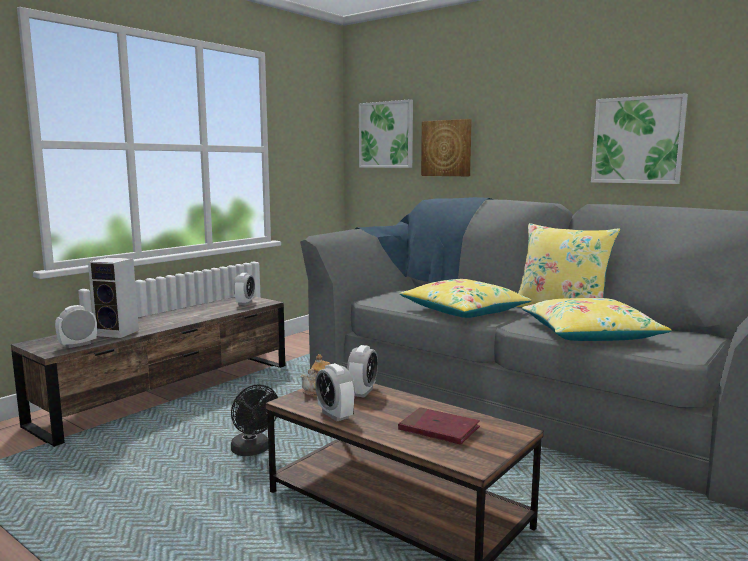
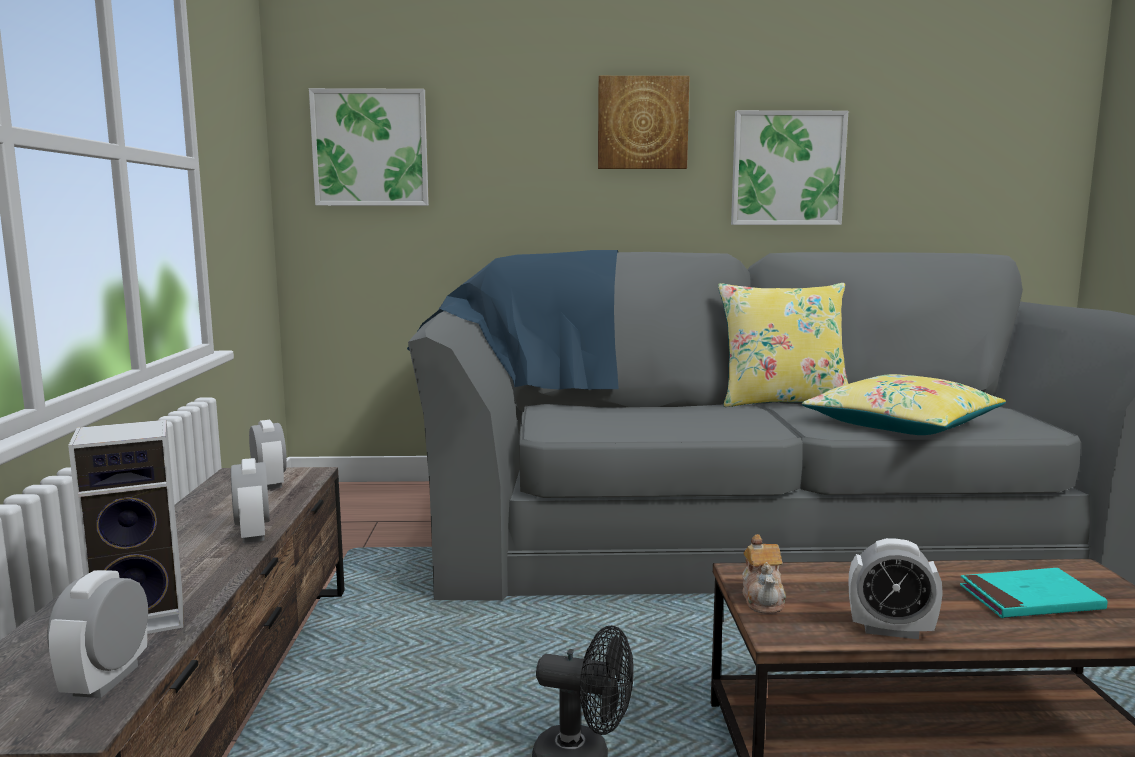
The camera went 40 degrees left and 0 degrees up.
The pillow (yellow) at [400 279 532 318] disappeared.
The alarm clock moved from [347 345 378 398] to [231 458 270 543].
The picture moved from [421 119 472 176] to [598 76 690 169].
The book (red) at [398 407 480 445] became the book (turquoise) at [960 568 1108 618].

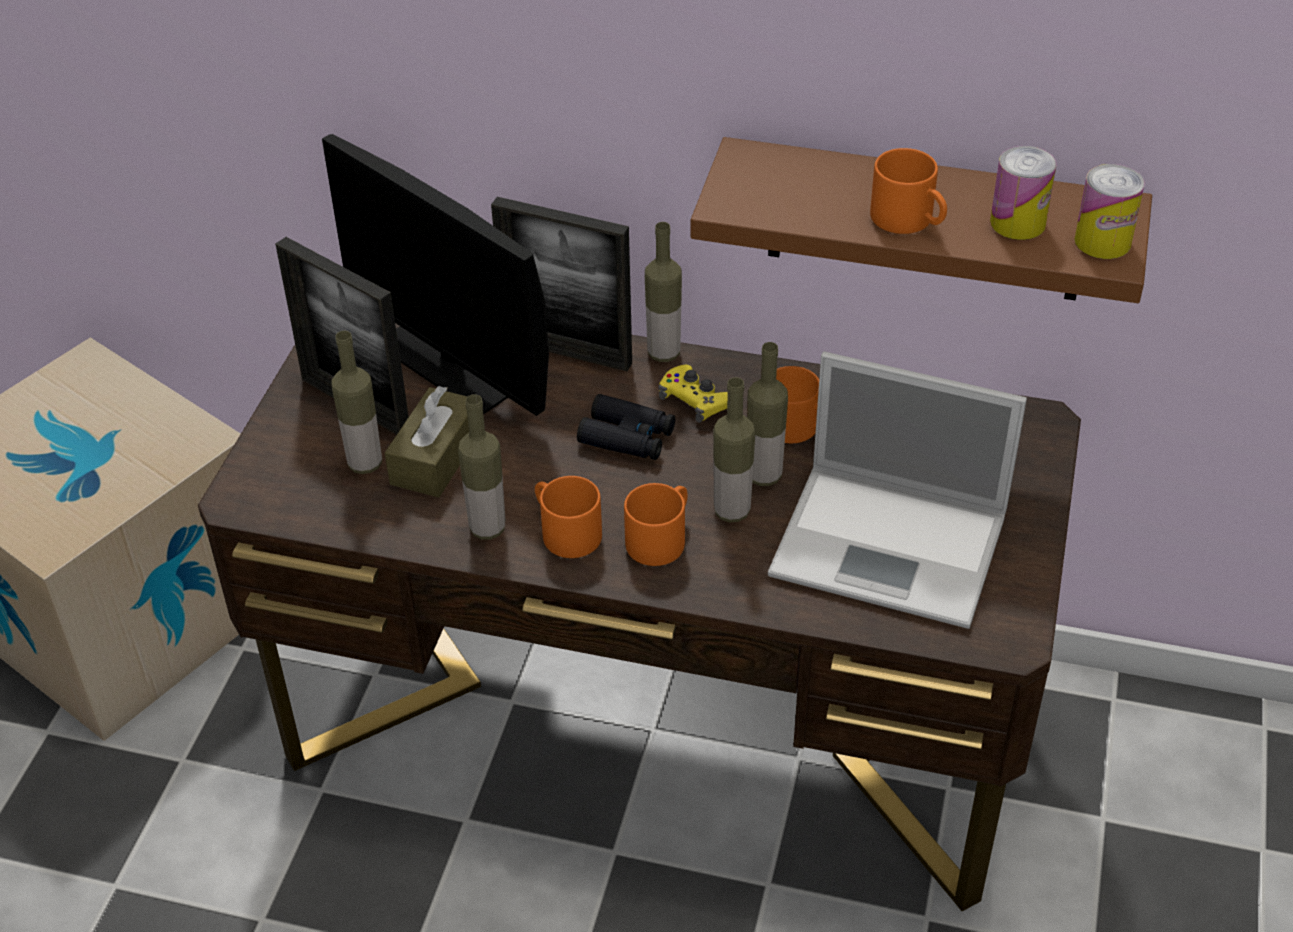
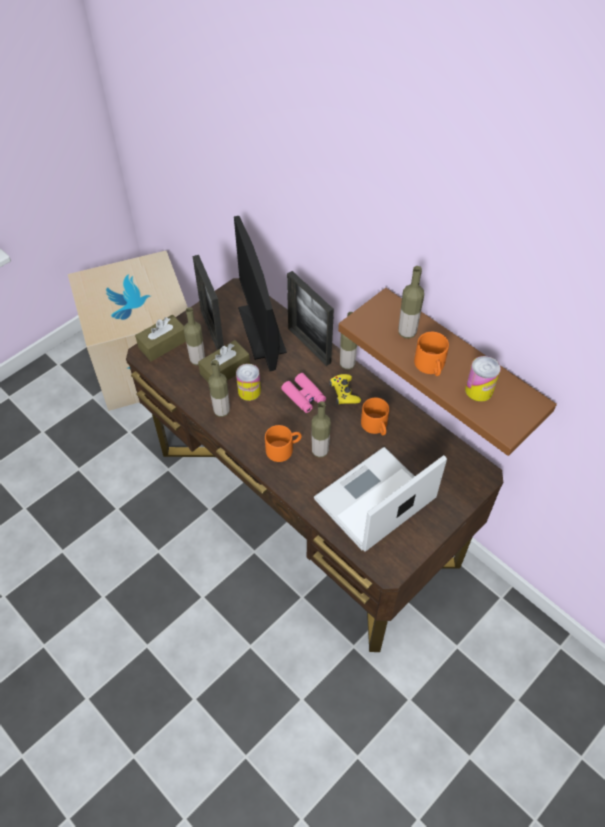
The camera went 30 degrees right and 10 degrees up.
The mug (orange) at [535 476 602 558] disappeared.
The tissue box (brown) at [135 315 186 361] appeared.
The bottle moved from [747 342 788 486] to [398 266 424 339].
The can moved from [1074 164 1145 259] to [236 364 261 401].
The binoculars (black) at [577 394 675 460] became the binoculars (pink) at [281 373 326 413].
The laptop at [768 352 1027 629] turned 90 degrees clockwise.

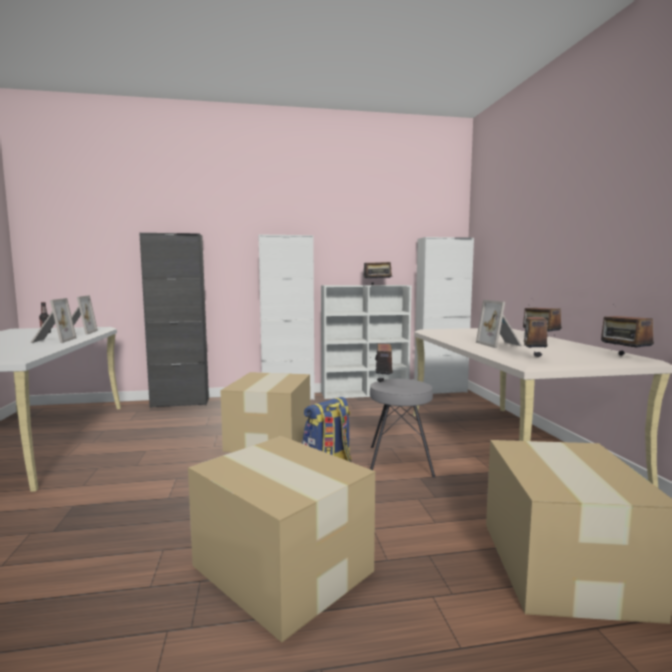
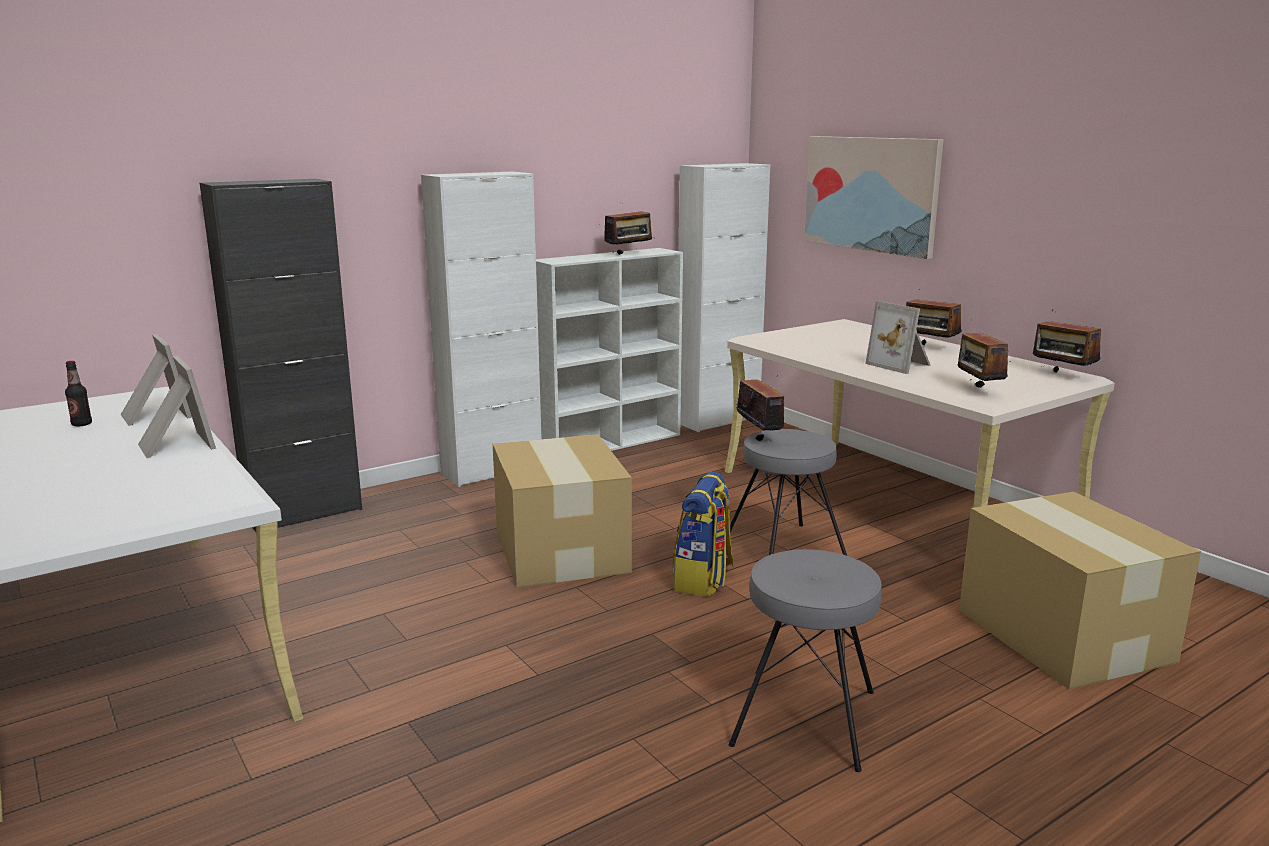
The camera went 25 degrees left and 10 degrees up.
The picture at [804 136 943 259] appeared.
The cardboard box at [188 436 375 643] was replaced by the stool (grey) at [729 549 882 772].

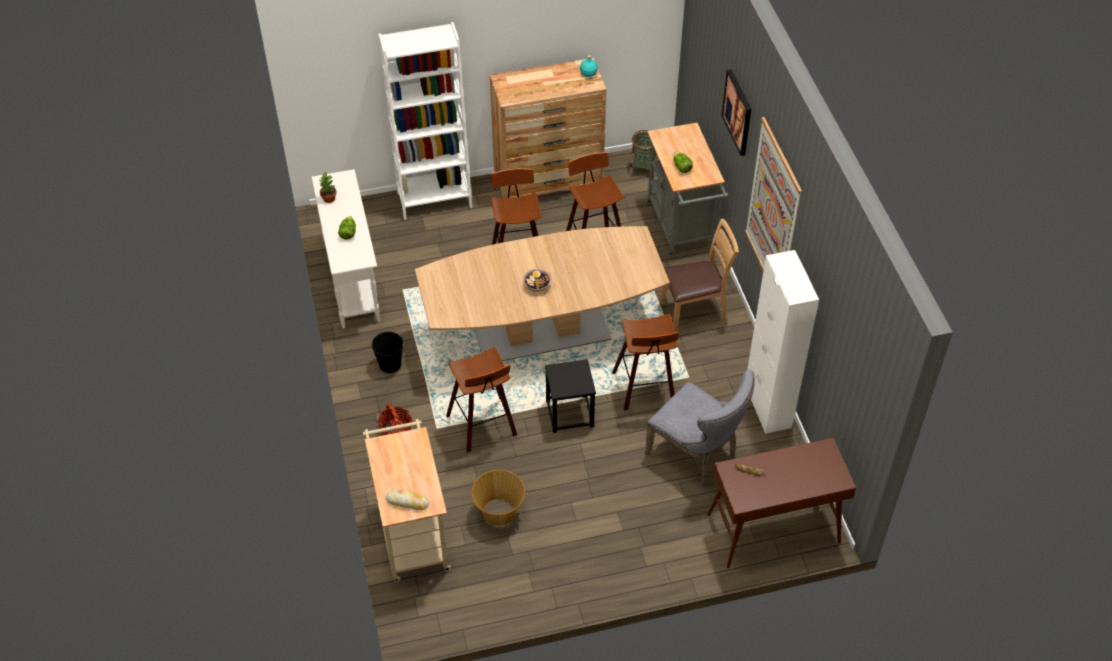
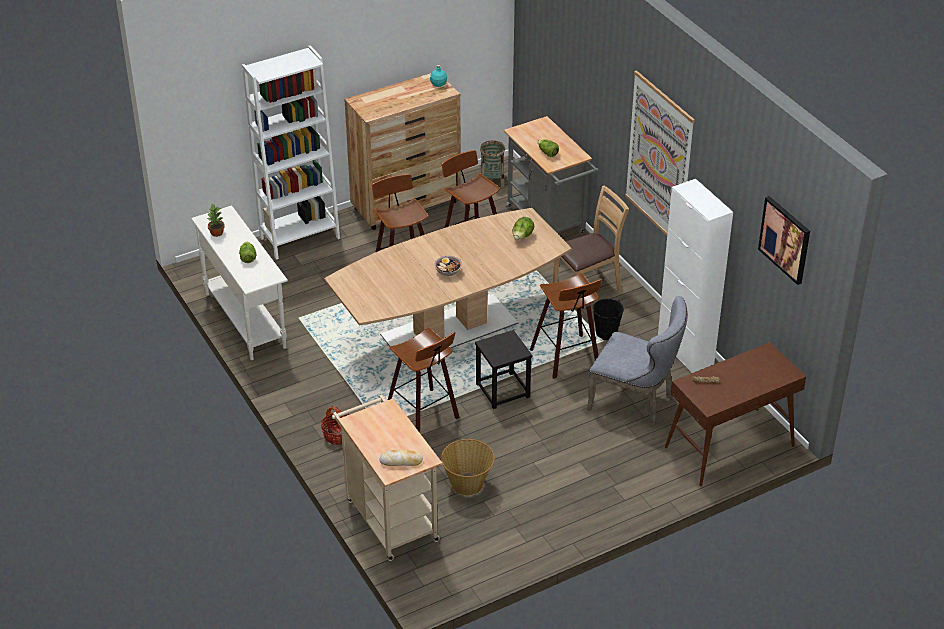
The camera went 15 degrees left and 10 degrees down.
The lettuce at [512 217 534 240] appeared.
The bucket (black) moved from [372 332 403 373] to [593 299 624 340].
The picture moved from [722 69 751 156] to [758 196 810 285].

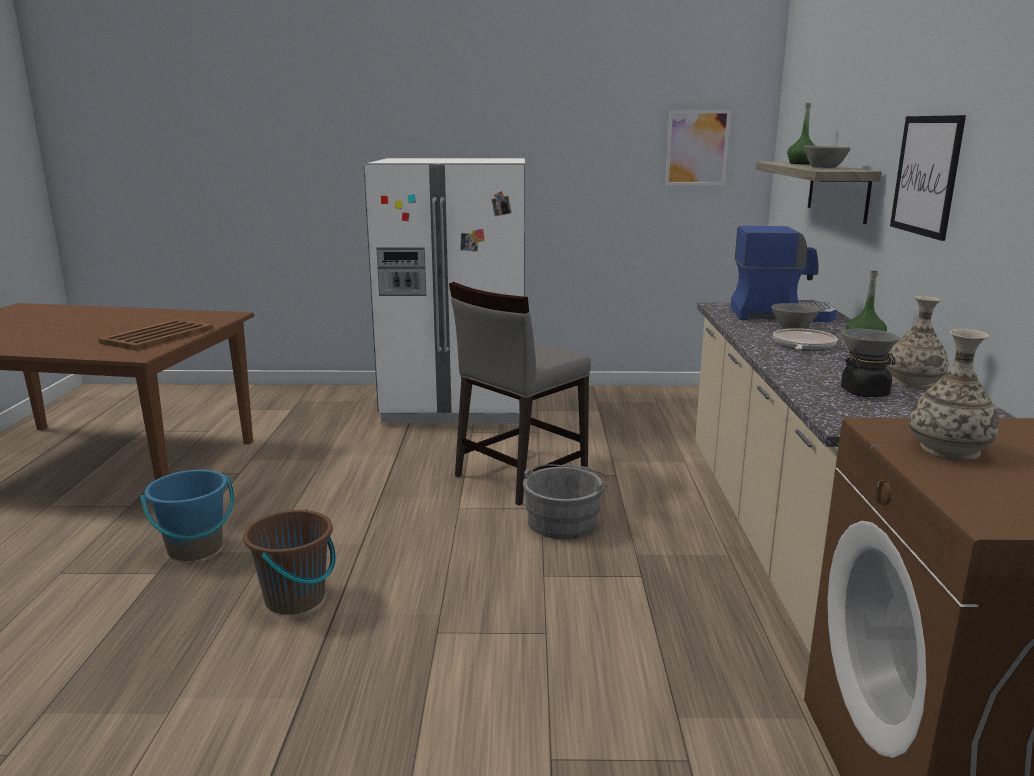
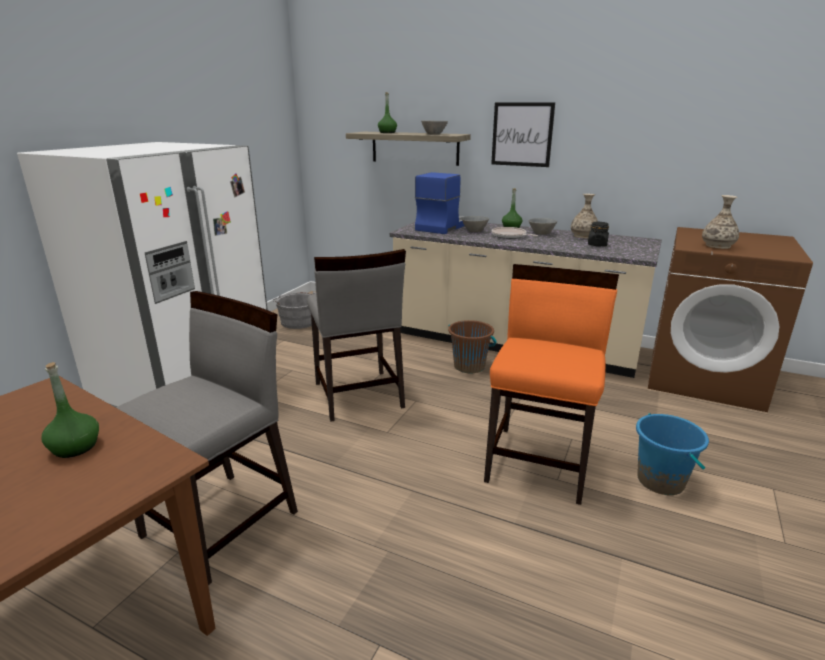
The camera went 65 degrees left and 5 degrees up.
The picture at [665 110 731 185] disappeared.
The chair (grey) at [116 291 298 585] appeared.
The chair (orange) at [484 264 619 505] appeared.
The bucket (blue) moved from [140 470 234 561] to [636 413 709 495].
The bucket (brown) moved from [243 509 336 615] to [448 320 496 373].
The bucket (grey) moved from [523 463 607 539] to [272 292 316 329].
The tray (brown) at [99 319 213 351] was replaced by the bottle (green) at [41 362 99 458].

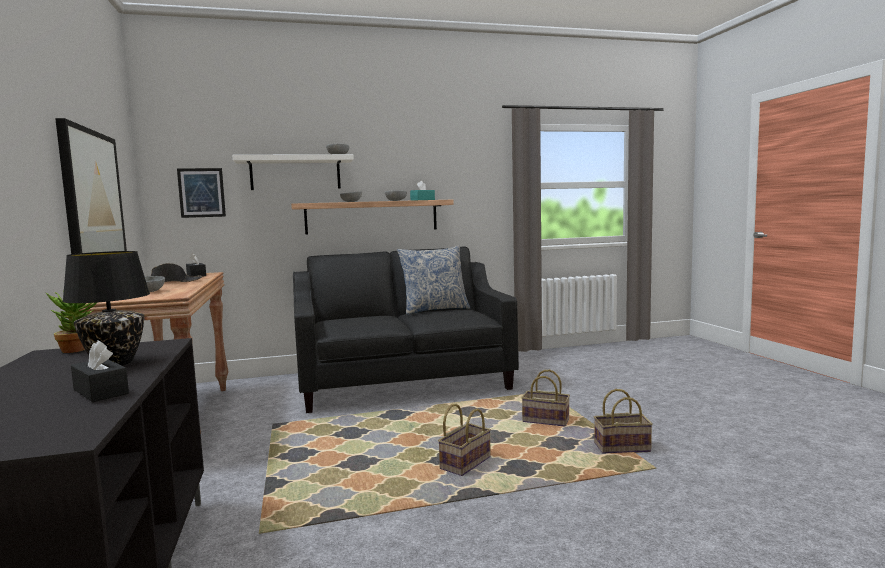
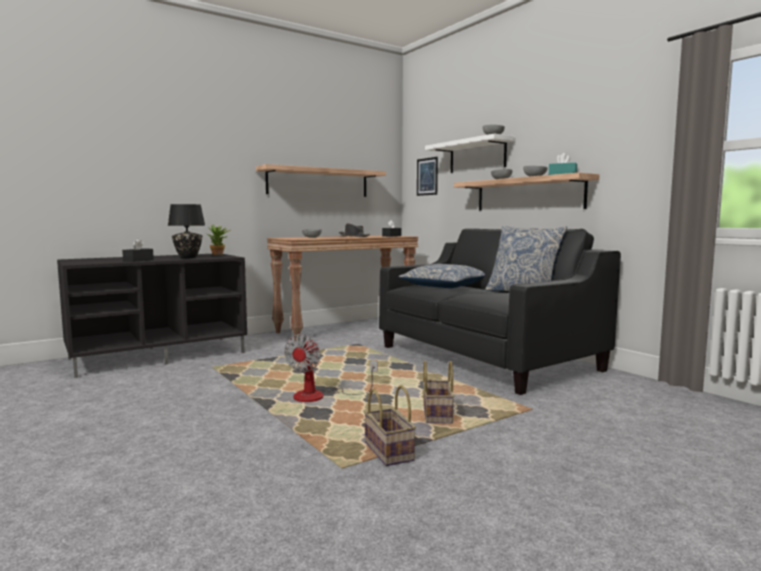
The camera went 70 degrees right and 0 degrees up.
The pillow at [398 264 485 288] appeared.
The picture at [55 118 127 254] was replaced by the shelf at [256 164 386 197].
The basket at [438 403 491 476] was replaced by the fan at [284 334 377 402].

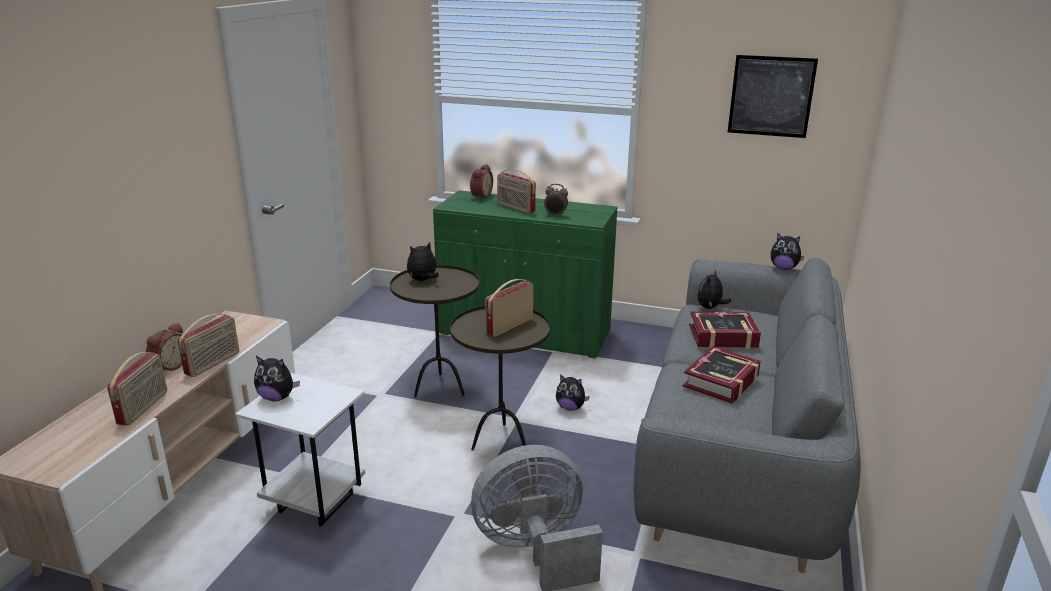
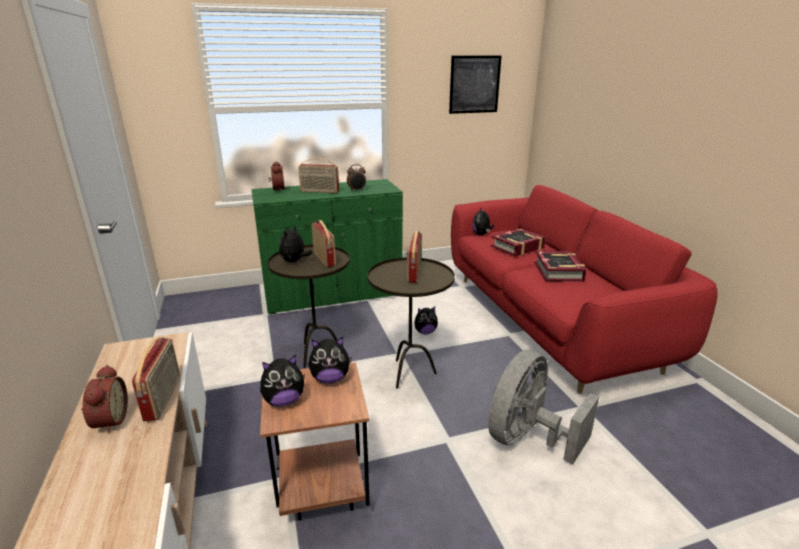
The camera went 35 degrees left and 0 degrees up.
The radio moved from [107 352 167 426] to [311 220 336 267].
The plush toy moved from [771 233 804 270] to [309 337 352 384].
The side table (white) at [235 373 365 526] became the side table (brown) at [260 362 370 521].
The sofa (grey) at [633 257 861 573] became the sofa (red) at [451 185 718 394].

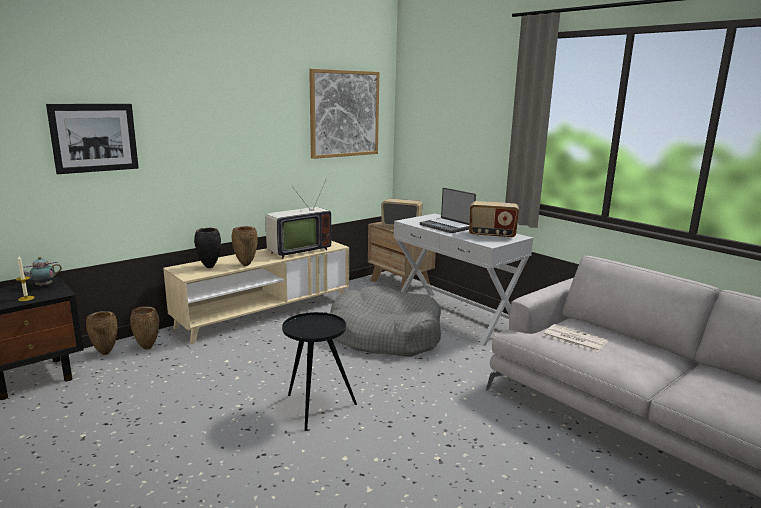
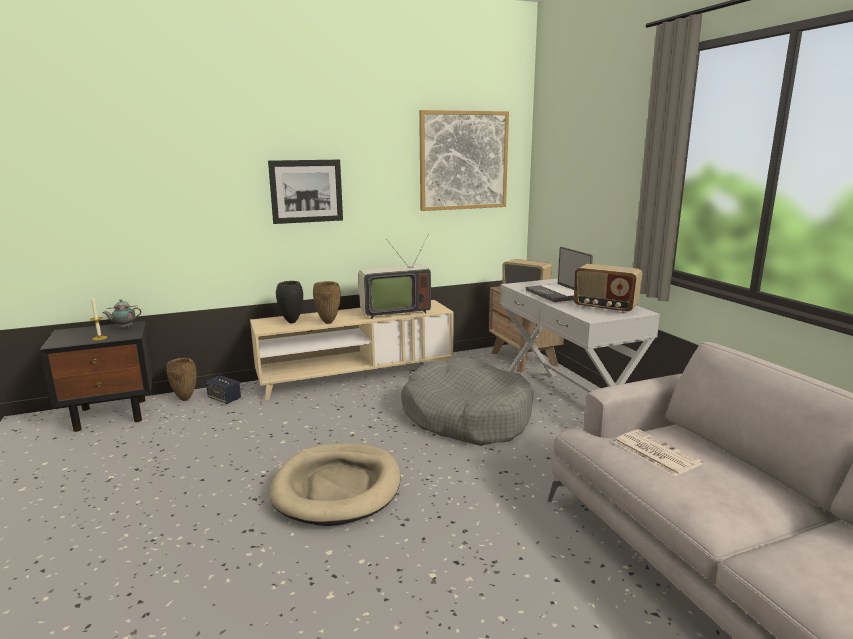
The camera went 20 degrees right and 0 degrees up.
The picture moved from [46 104 139 174] to [268 160 343 224].
The vase (brown) at [130 306 159 349] was replaced by the speaker at [206 375 241 404].
The side table (black) at [282 312 357 431] was replaced by the dog bed (beige) at [270 443 401 526].

